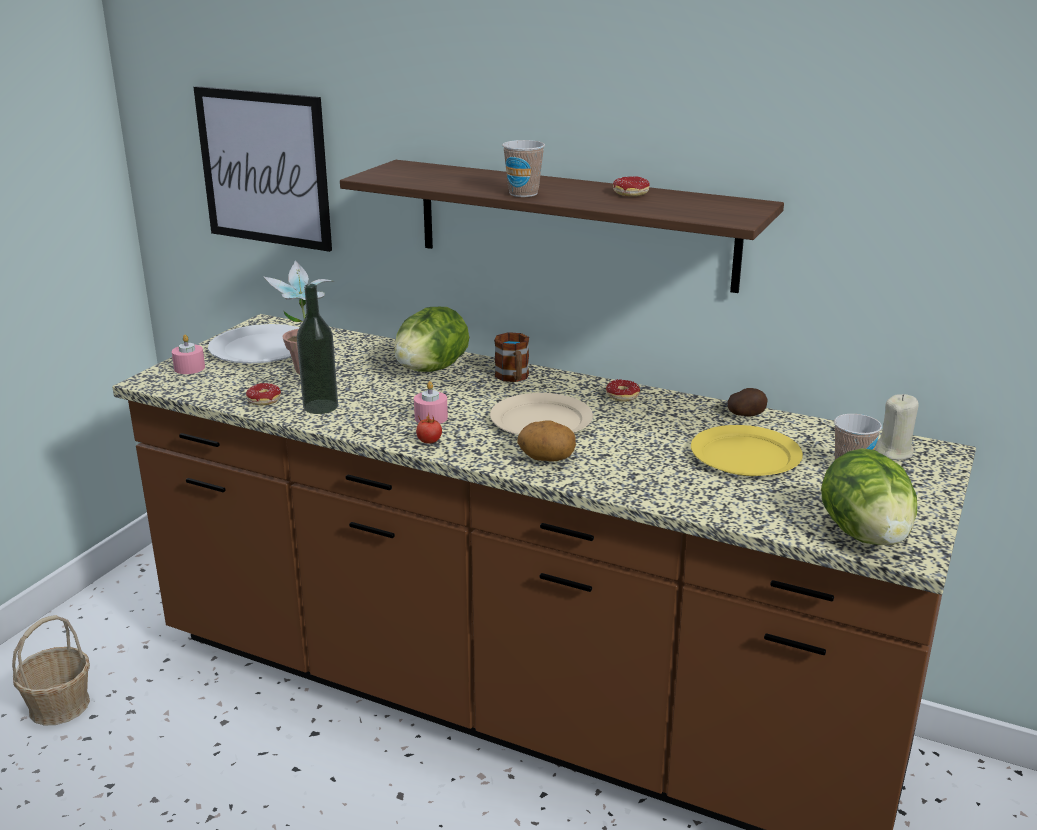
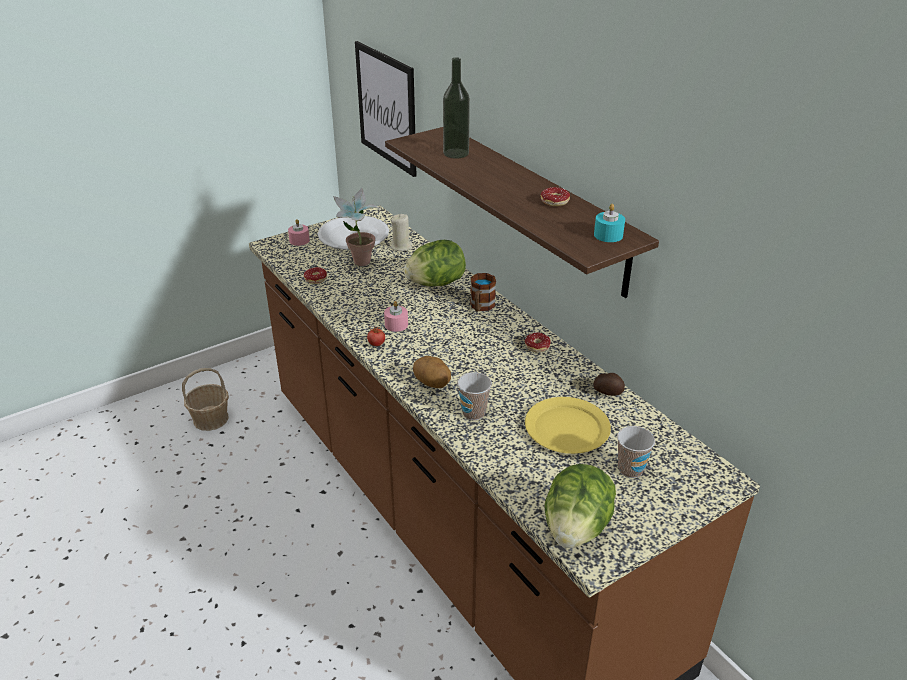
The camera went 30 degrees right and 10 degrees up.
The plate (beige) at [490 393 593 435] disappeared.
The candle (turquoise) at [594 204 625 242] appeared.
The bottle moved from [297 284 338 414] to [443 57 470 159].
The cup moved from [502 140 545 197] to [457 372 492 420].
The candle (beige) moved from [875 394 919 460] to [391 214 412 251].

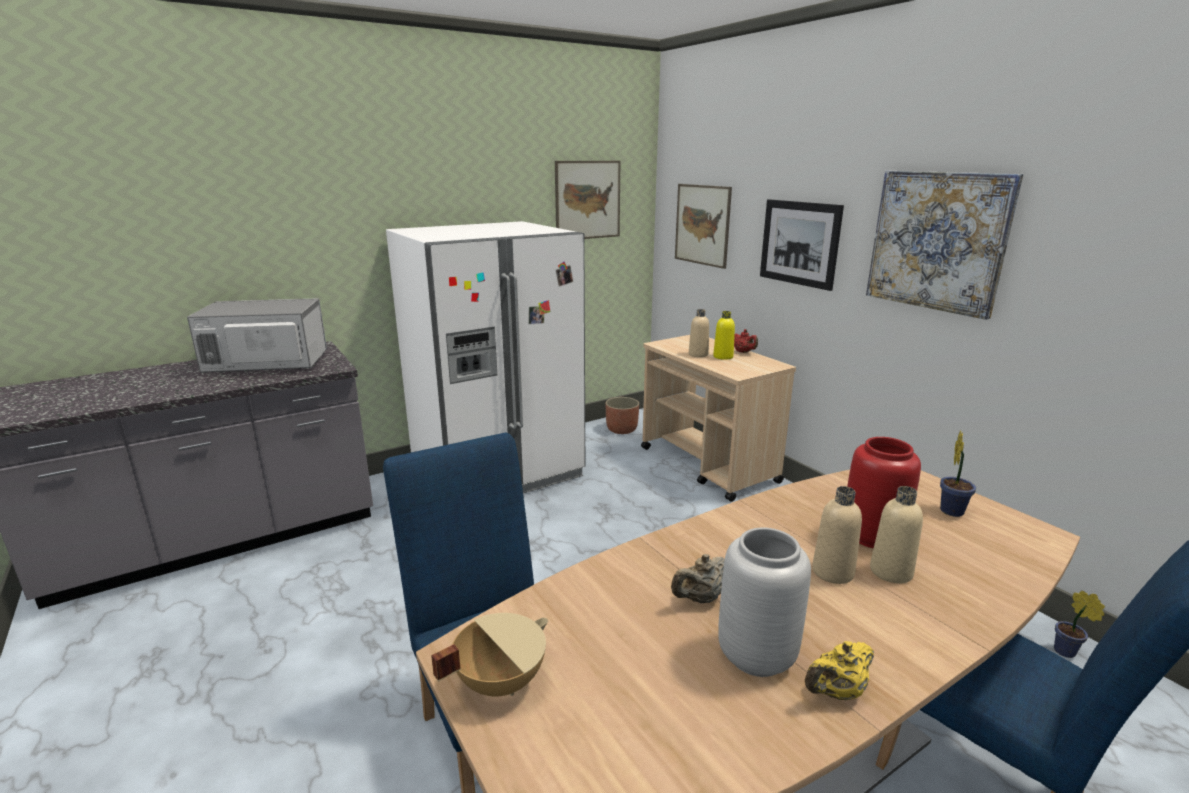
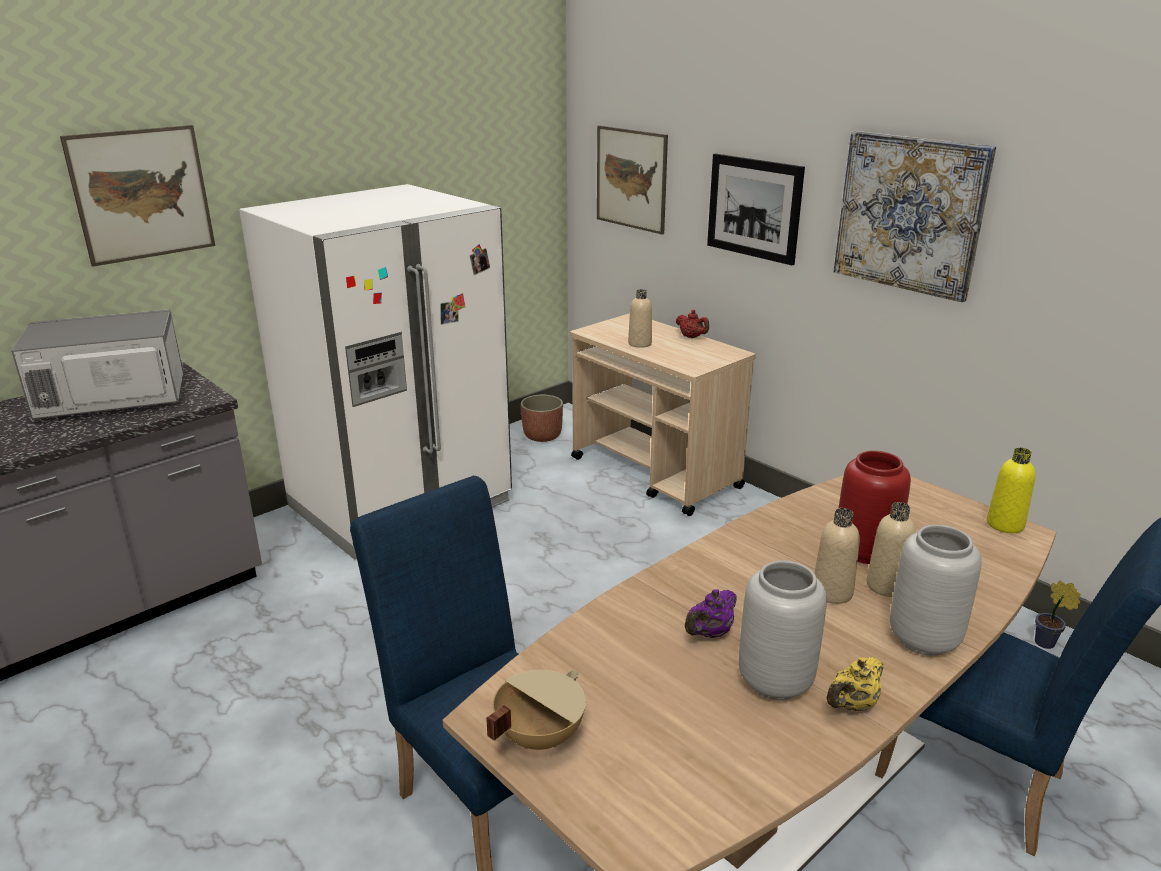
The camera went 10 degrees left and 5 degrees up.
The potted plant at [940 430 976 517] disappeared.
The vase (grey) at [890 525 982 656] appeared.
The picture moved from [555 161 620 239] to [60 125 215 267].
The bottle (yellow) moved from [713 311 735 360] to [987 448 1036 533].
The teapot (beige) at [671 554 725 603] became the teapot (purple) at [685 589 737 638].

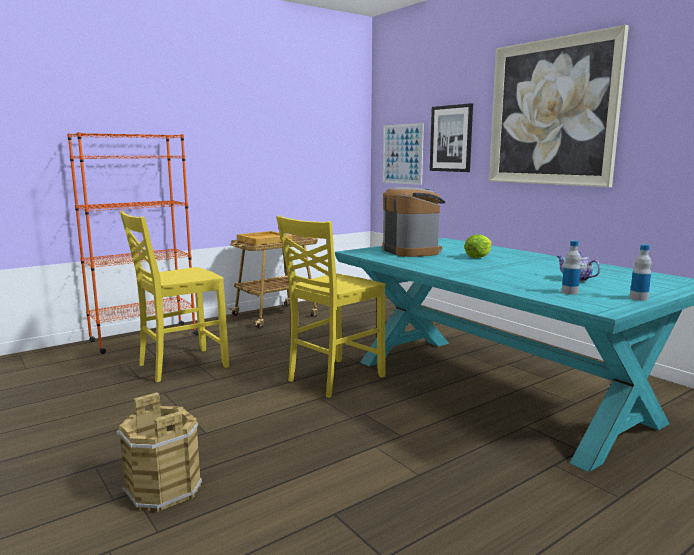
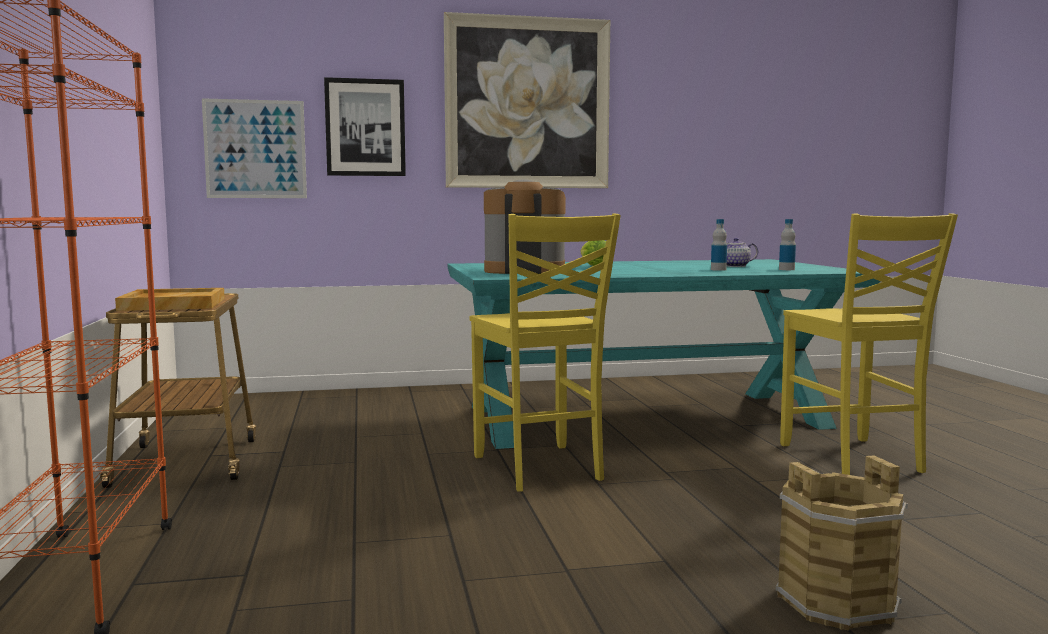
The camera went 65 degrees left and 5 degrees down.
The chair (yellow) moved from [120 211 229 382] to [780 213 958 475].
The bottle moved from [630 244 652 301] to [711 219 727 271].

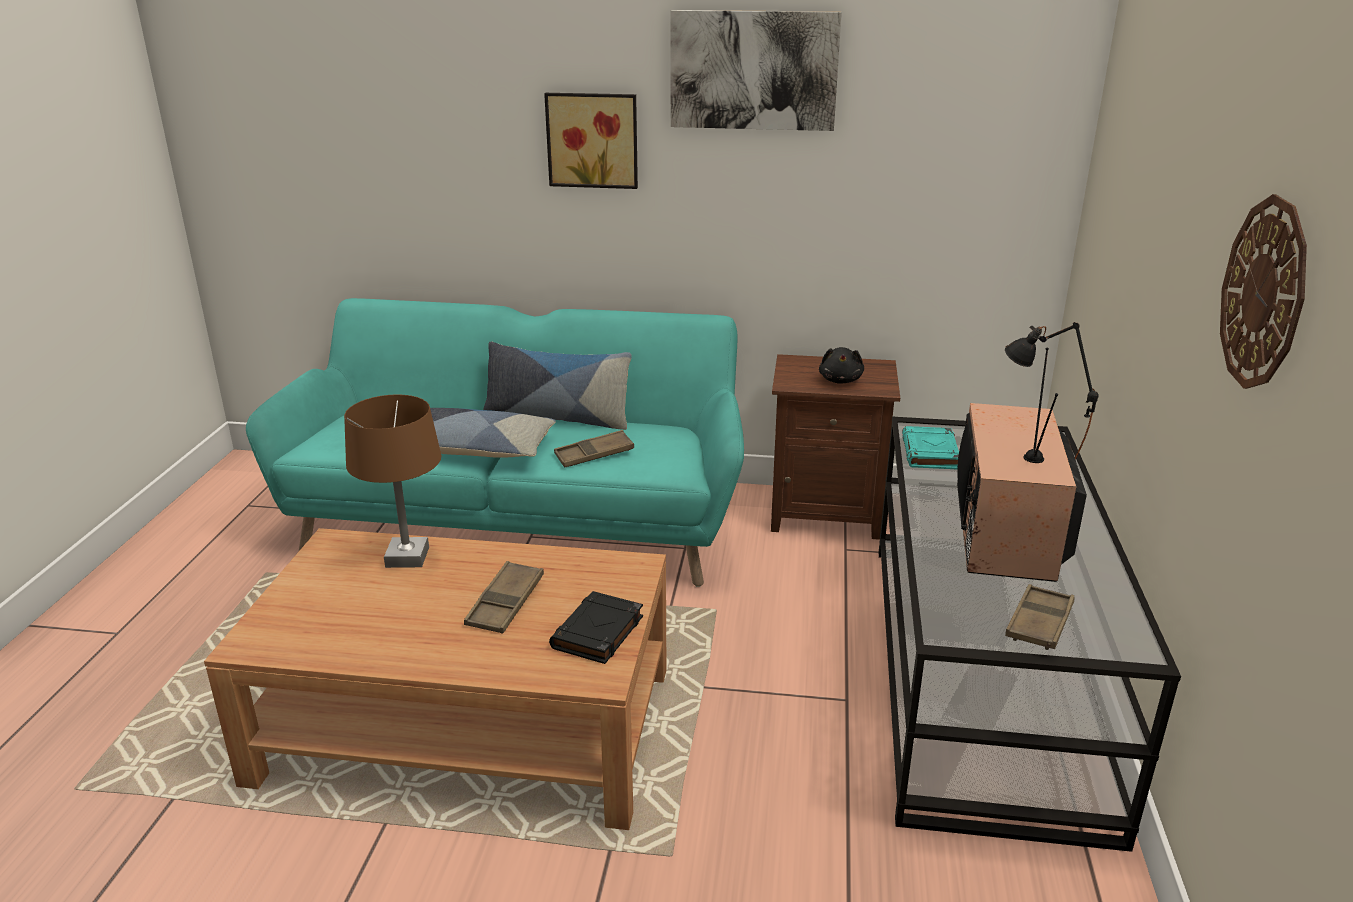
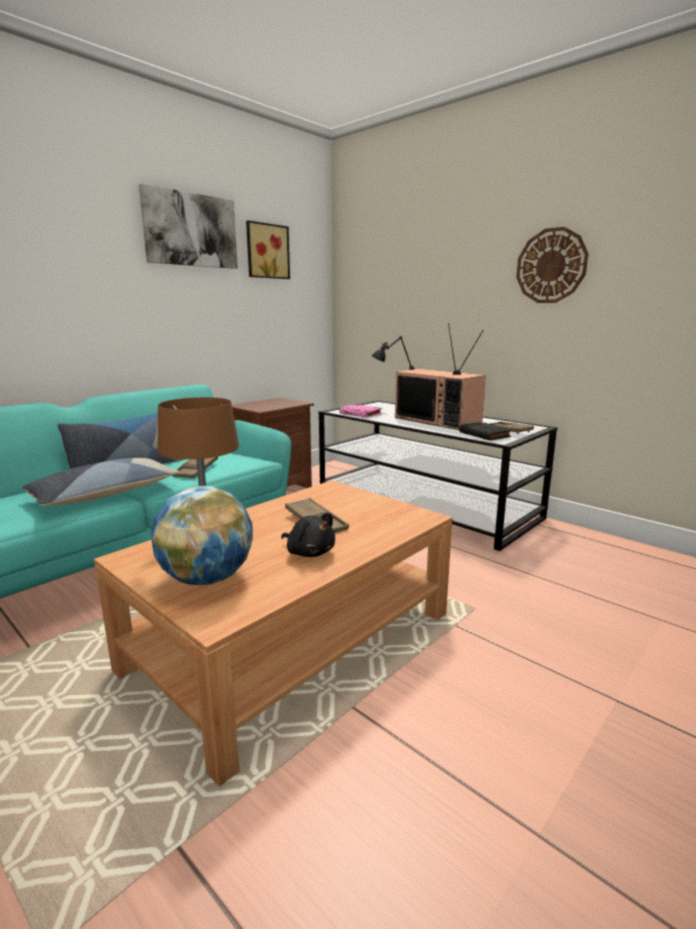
The camera went 55 degrees left and 10 degrees down.
The globe at [151 486 253 585] appeared.
The picture moved from [544 93 638 189] to [246 220 290 279].
The book (black) moved from [549 591 643 664] to [459 422 512 441].
The plush toy (black) moved from [819 347 864 384] to [281 513 335 557].
The book (turquoise) at [902 426 959 469] became the book (pink) at [339 404 382 418].

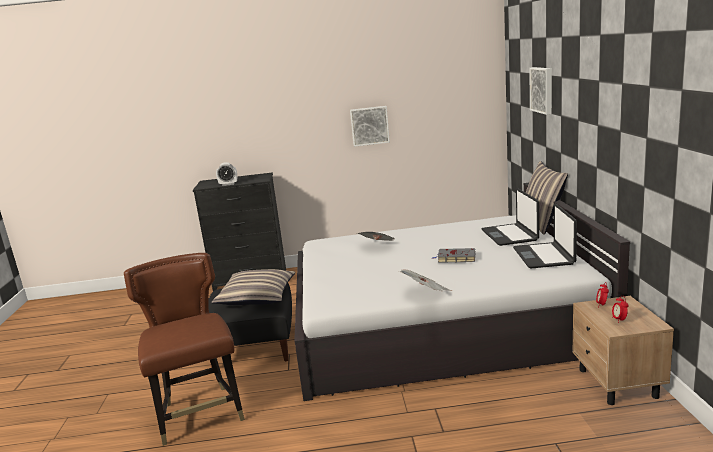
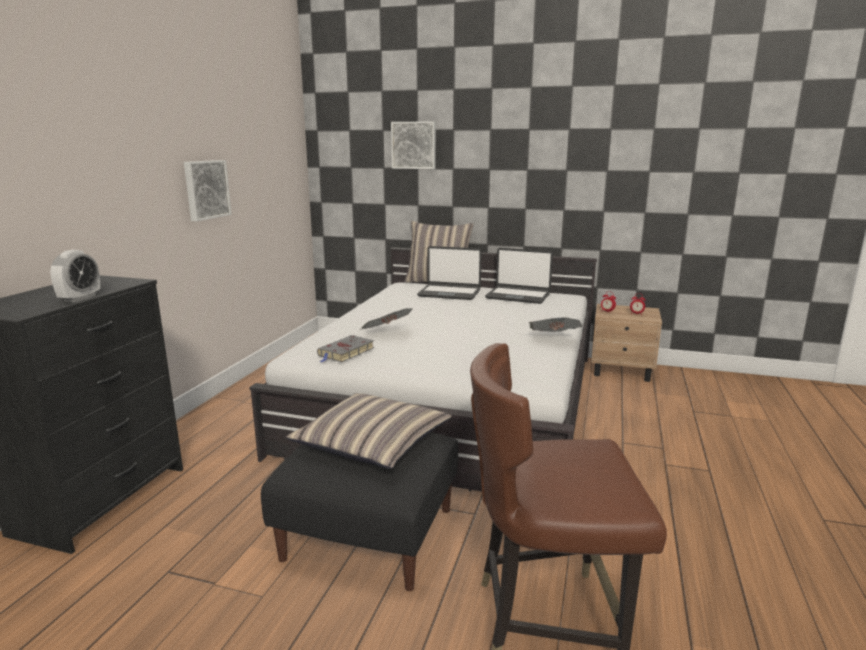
The camera went 70 degrees left and 0 degrees up.
The book (grey) moved from [432 248 476 263] to [317 335 374 362].

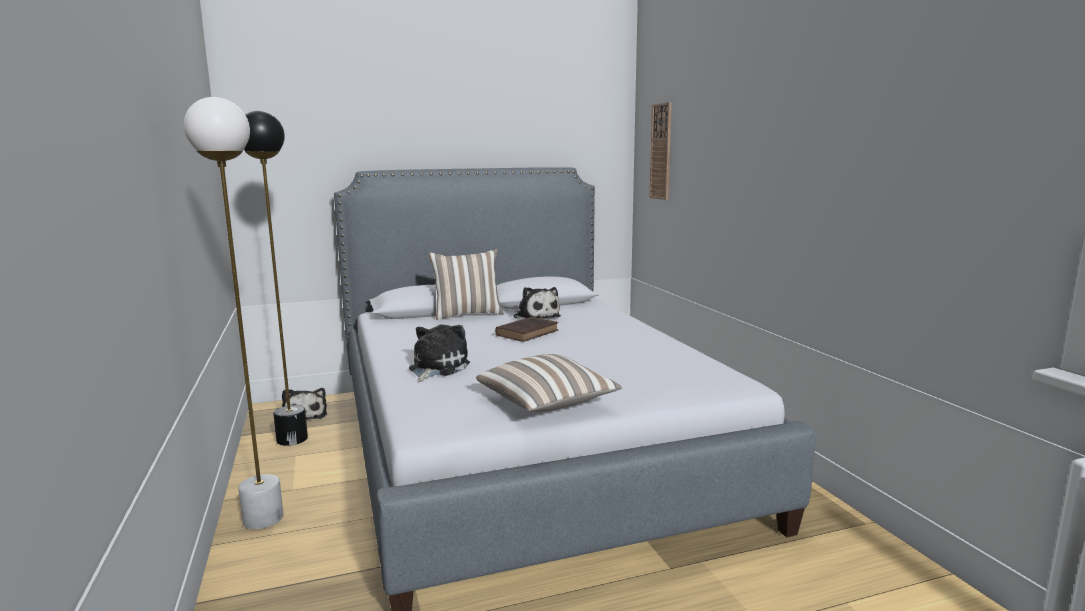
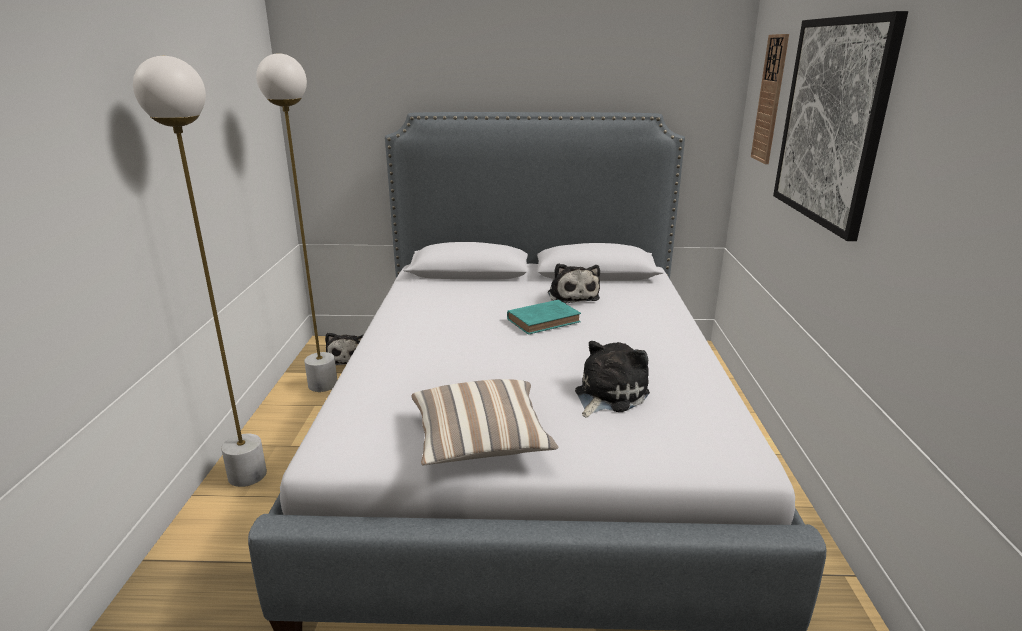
The camera went 20 degrees right and 10 degrees up.
The pillow at [428 249 504 320] disappeared.
The picture at [773 11 908 241] appeared.
The plush toy moved from [409 324 470 382] to [575 341 650 417].
The floor lamp (black) at [244 111 308 446] became the floor lamp (white) at [256 53 337 392].
The book (brown) at [495 317 558 342] became the book (turquoise) at [507 300 581 335].

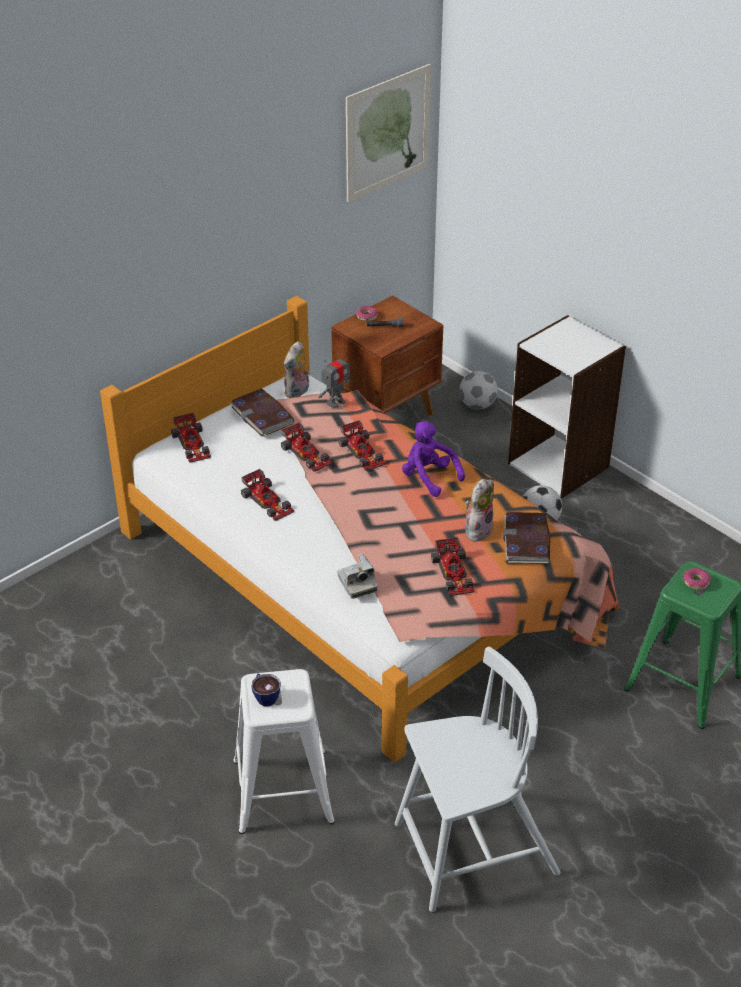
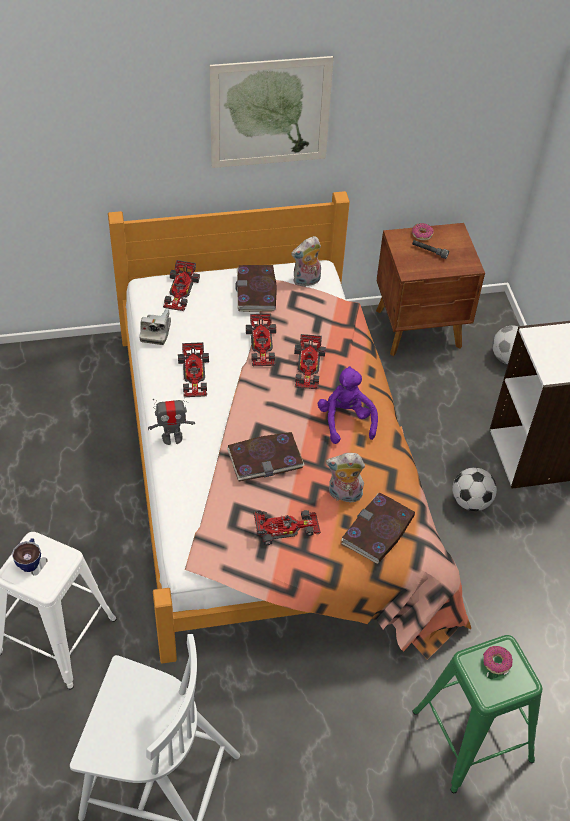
The camera went 30 degrees right and 10 degrees up.
The book at [227 432 305 481] appeared.
The toy robot moved from [318 351 352 408] to [148 396 195 445].
The photo camera moved from [337 553 378 599] to [139 309 171 345].
The picture moved from [346 64 432 203] to [210 56 334 168].
The toy car at [431 537 475 596] turned 120 degrees counterclockwise.
The plush toy at [465 478 494 541] turned 150 degrees counterclockwise.

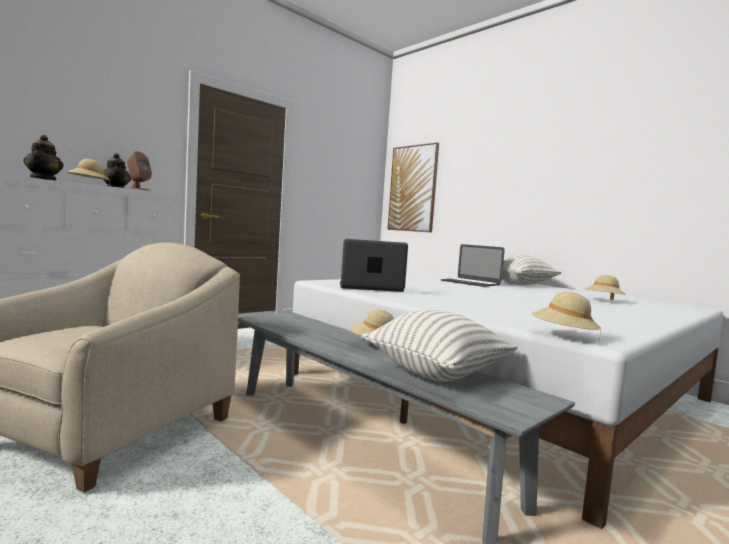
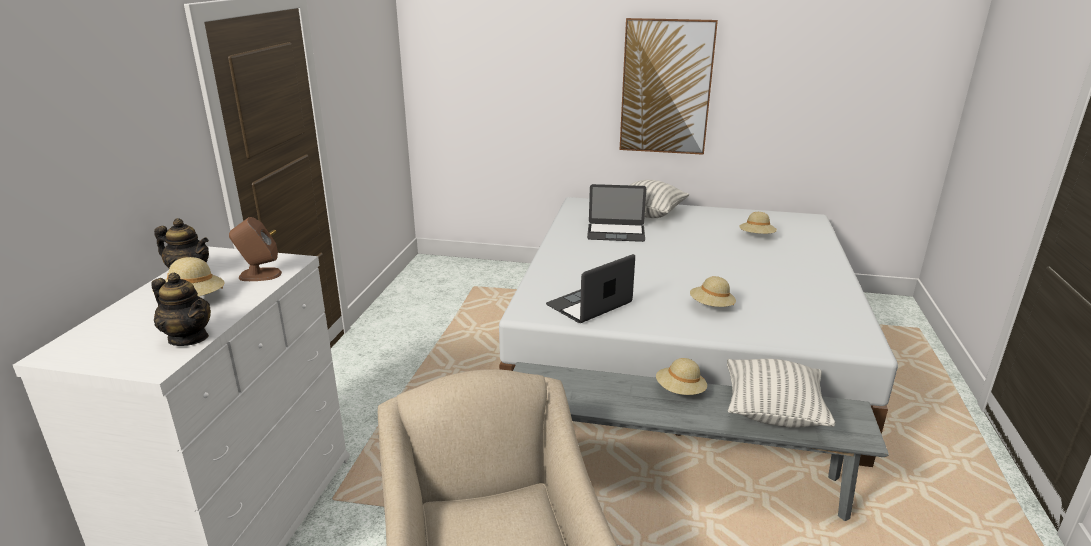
The camera went 35 degrees left and 20 degrees up.
The picture moved from [387 143 439 232] to [619 18 718 155].
The hat (beige) moved from [532 292 601 342] to [690 276 736 307].

